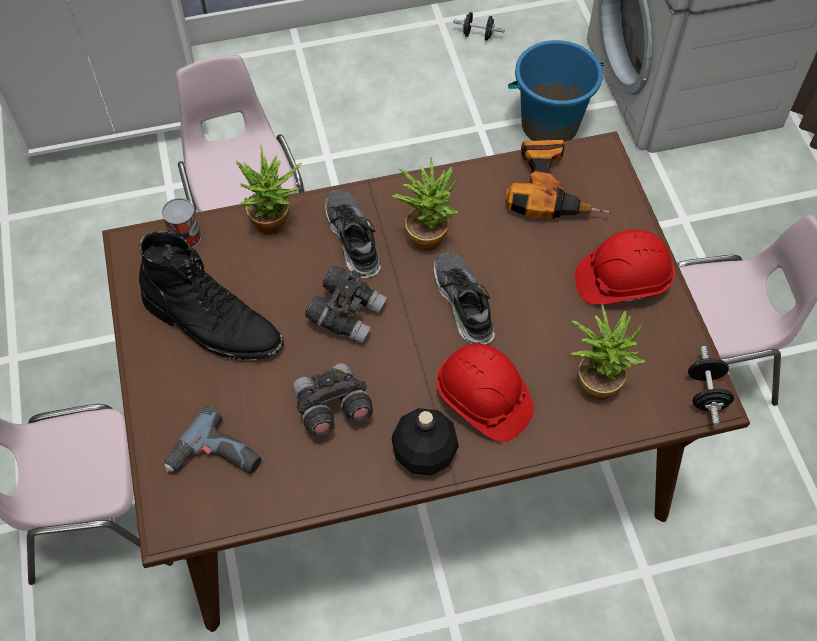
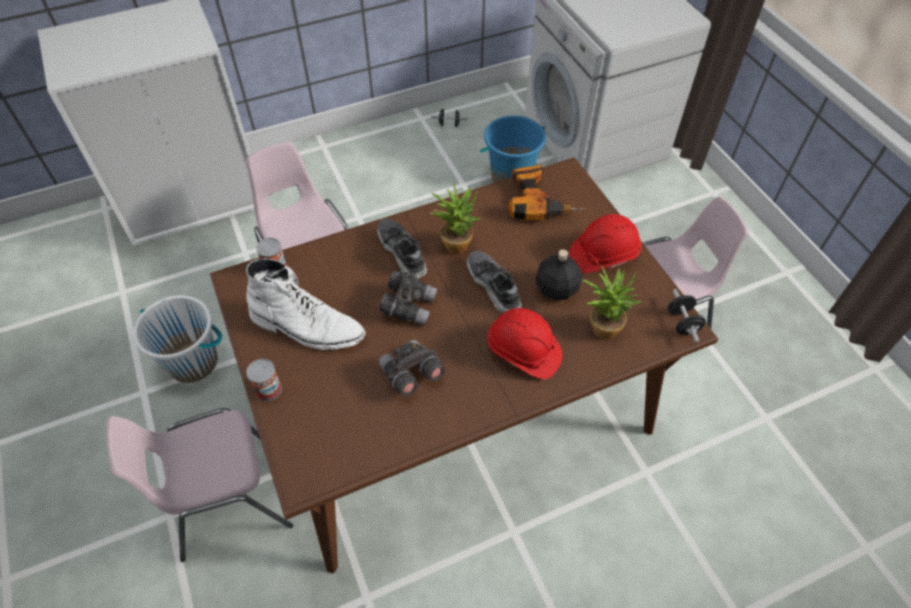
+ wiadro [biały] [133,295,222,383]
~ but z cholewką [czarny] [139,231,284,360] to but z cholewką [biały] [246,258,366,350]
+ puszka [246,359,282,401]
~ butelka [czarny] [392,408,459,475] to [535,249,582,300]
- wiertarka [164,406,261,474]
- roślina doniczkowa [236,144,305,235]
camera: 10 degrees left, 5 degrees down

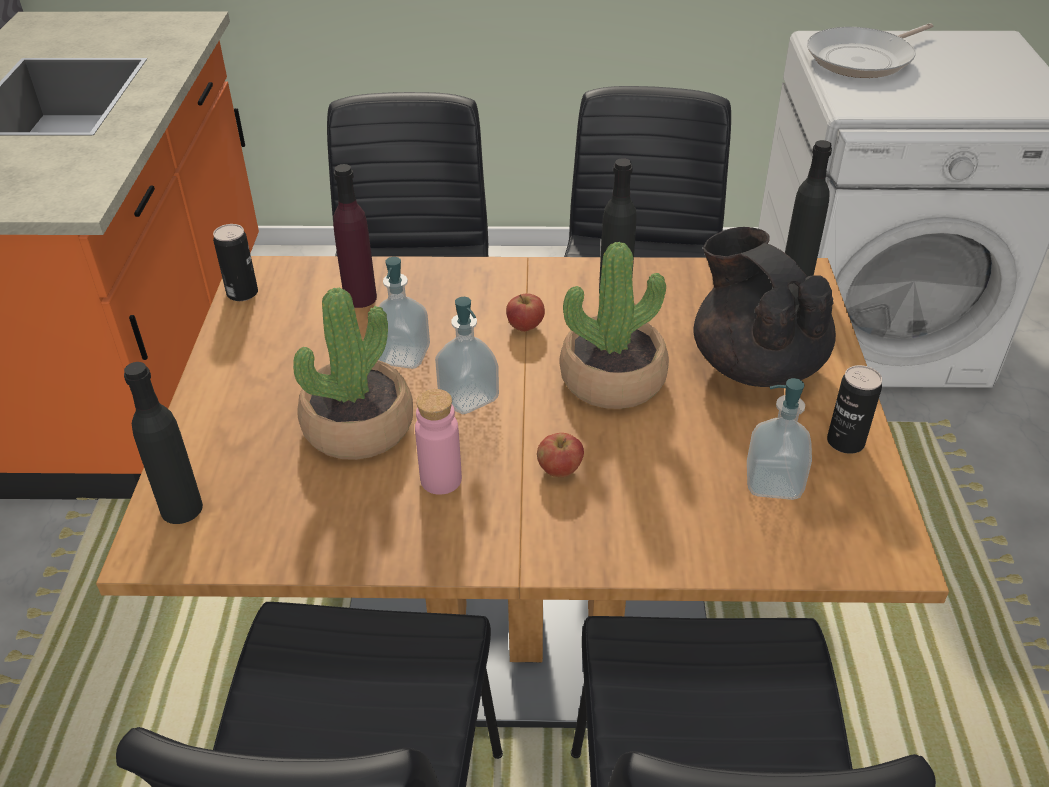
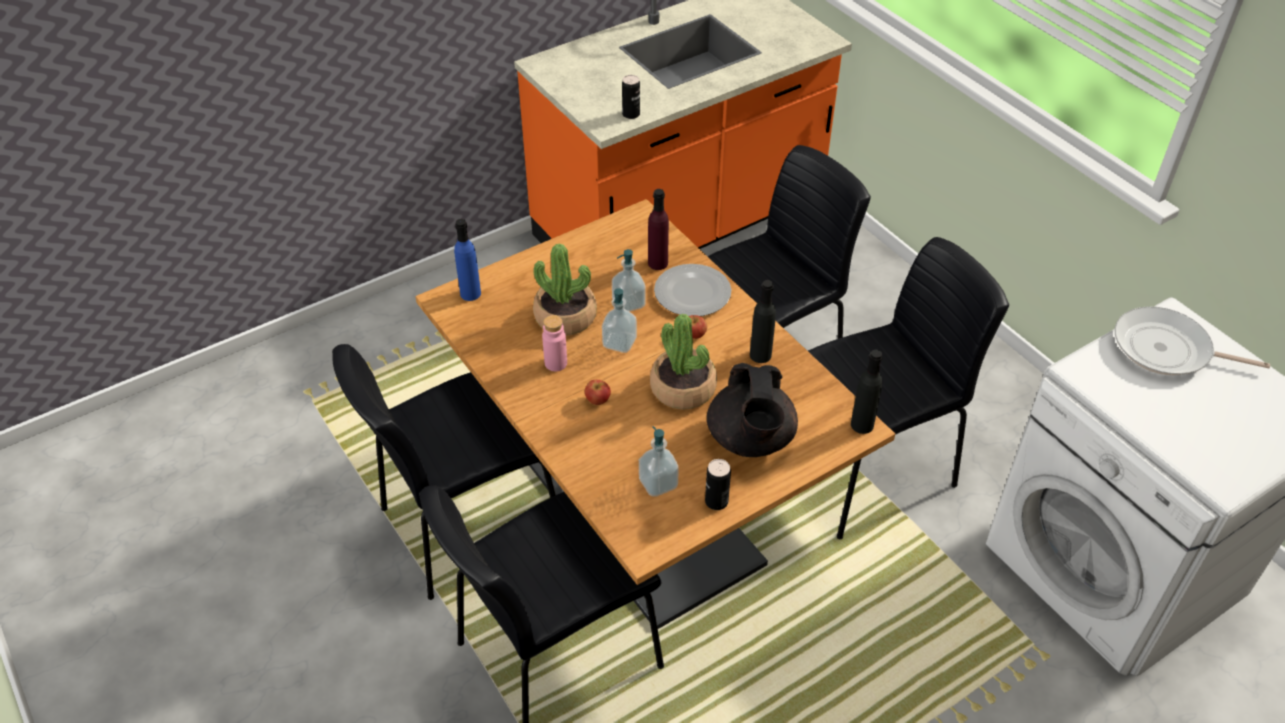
~ butelka [czarny] [124,362,203,524] to butelka [niebieski] [454,219,481,301]
~ puszka [213,224,258,301] to [622,75,640,119]
+ talerz [654,264,732,316]
~ imbryk [czarny] [693,227,836,387] = [707,363,798,457] 150 degrees clockwise
camera: 55 degrees right, 5 degrees up

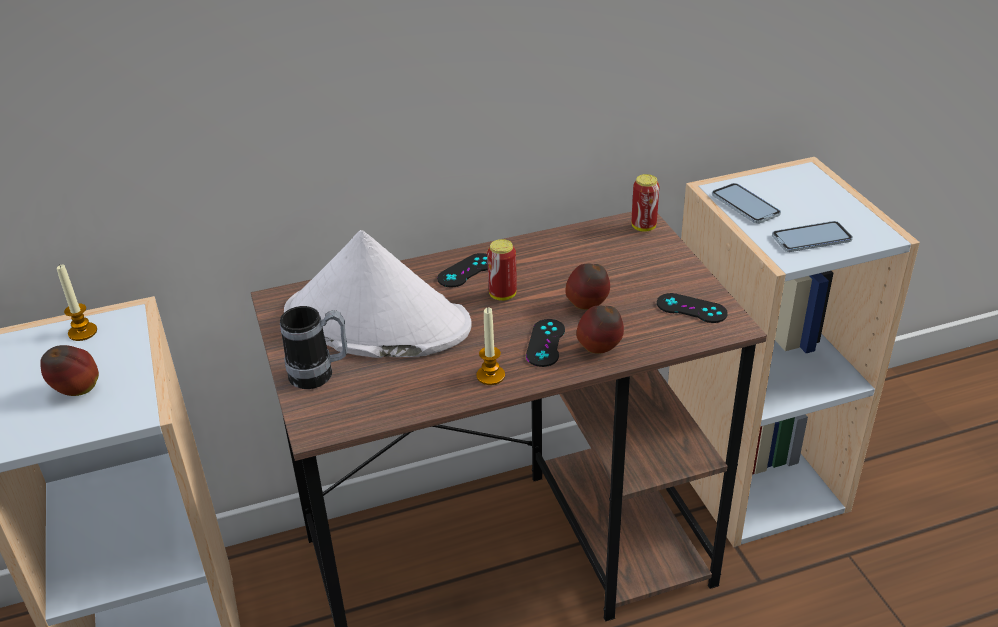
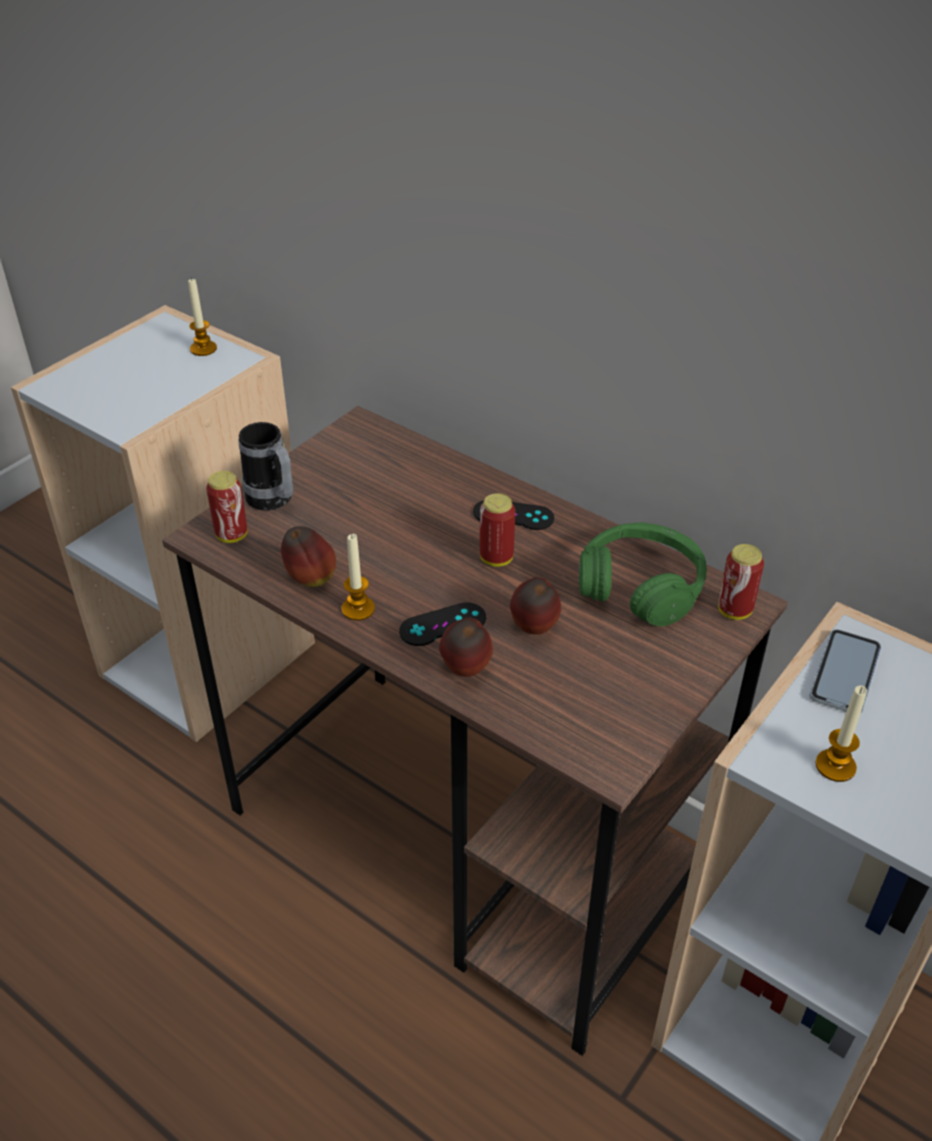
+ puszka [206,471,247,543]
~ jabłko [40,345,99,396] to [281,526,336,587]
+ słuchawki [zielony] [579,522,707,627]
~ telefon [772,221,853,252] to świeca [815,685,867,782]
- kapelusz [biały] [284,230,471,358]
- pad do gier [czarny] [657,293,728,323]
camera: 55 degrees right, 5 degrees up

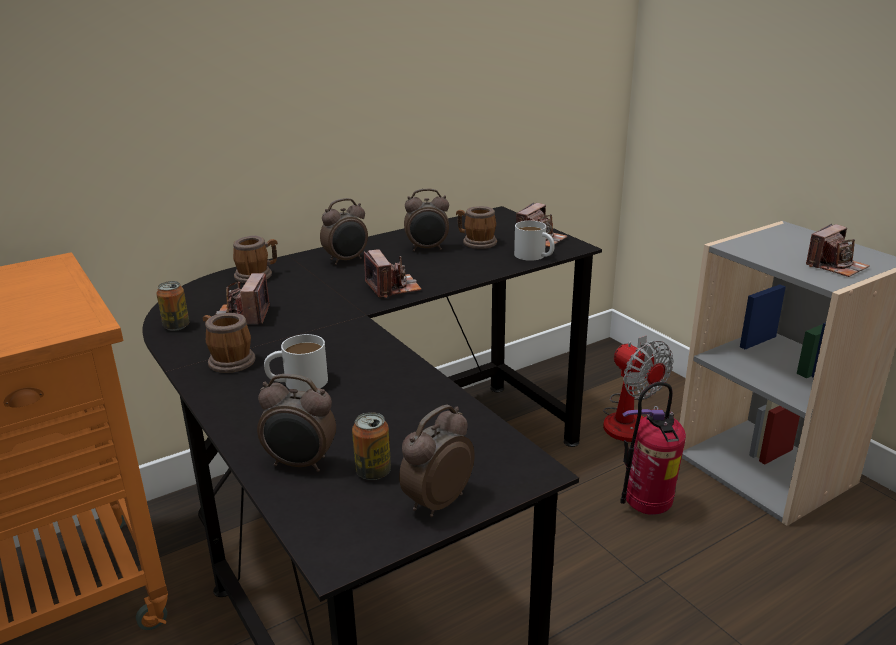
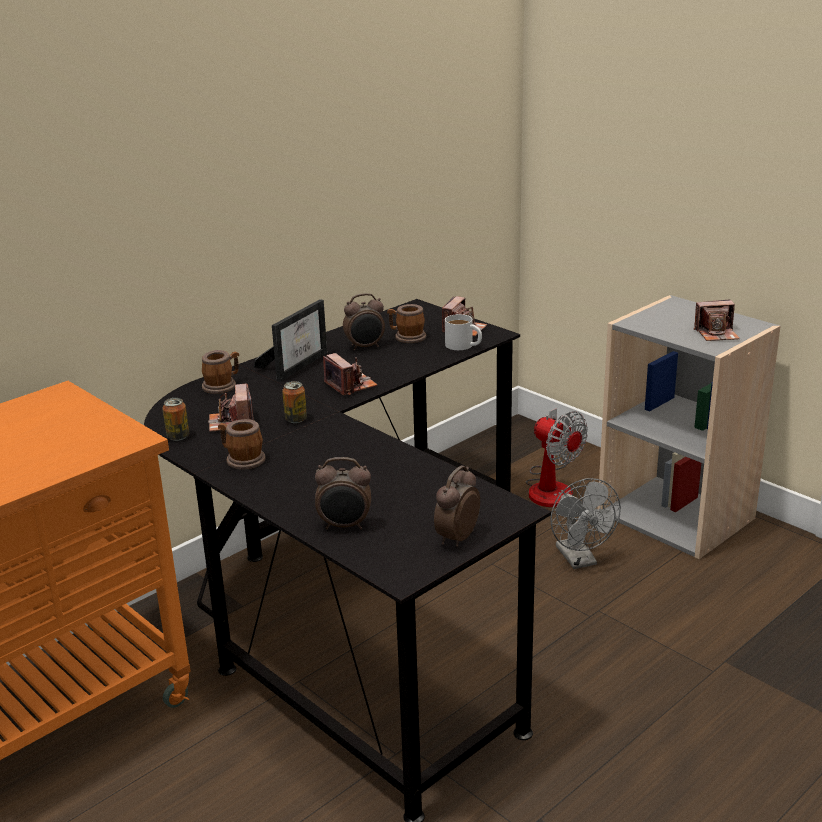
~ budzik [320,198,368,265] to ramka na zdjęcie [254,299,327,382]
~ puszka [352,412,391,480] to [282,381,307,423]
~ gaśnica [620,382,686,515] to wentylator [szary] [551,478,621,569]
~ aparat fotograficzny [806,224,869,277] = [694,300,740,341] 45 degrees clockwise
- kubek [biały] [264,334,328,392]
camera: 10 degrees left, 0 degrees up

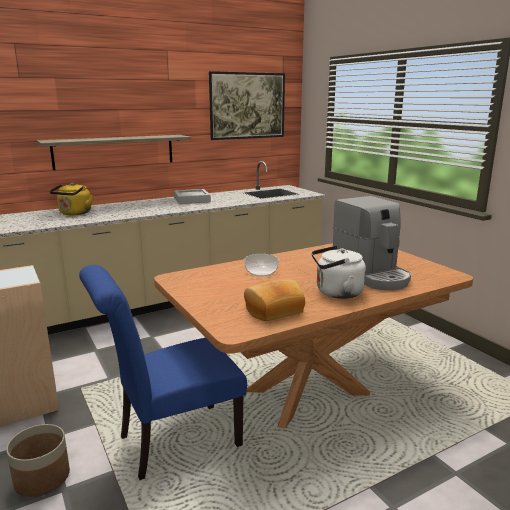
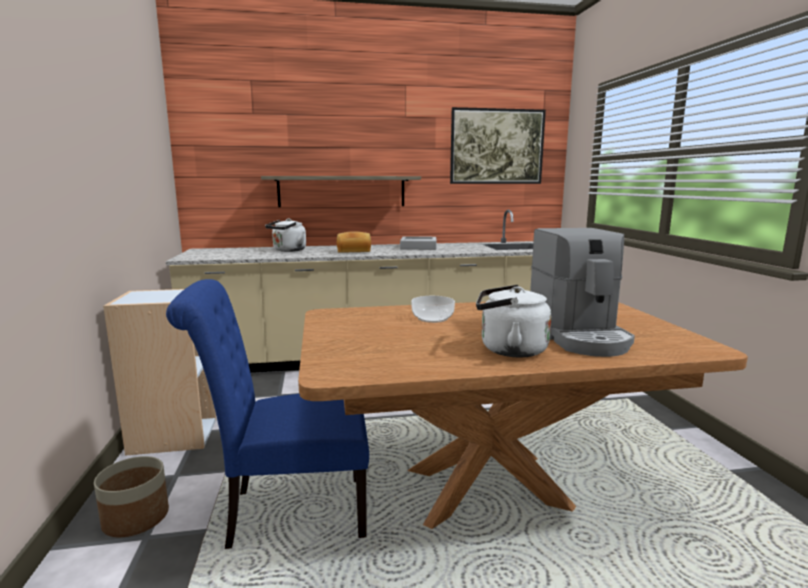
~ czajnik [żółty] [50,183,93,215] to czajnik [biały] [265,218,306,252]
~ chleb [244,279,305,321] to [337,231,371,253]
camera: 20 degrees right, 5 degrees down

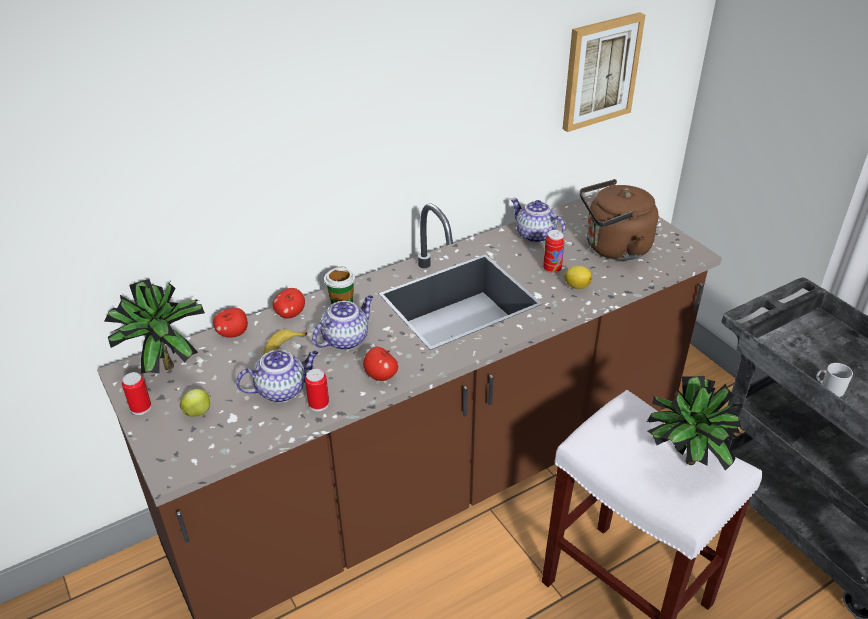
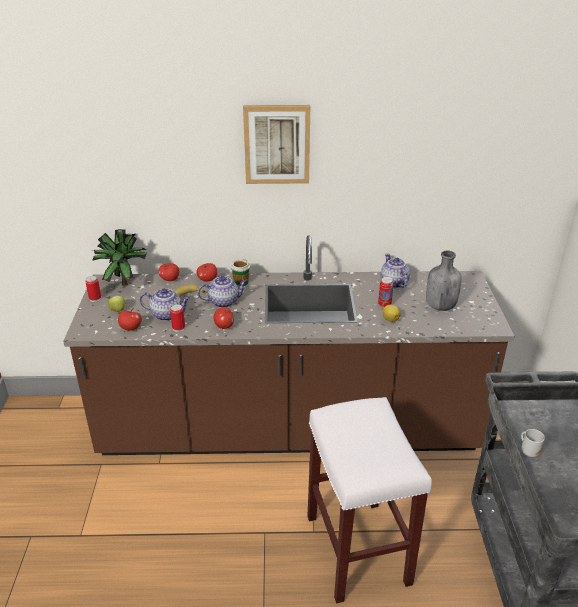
+ jabłko [118,308,142,330]
~ obraz [563,12,645,132] to [243,105,310,184]
~ czajnik [brązowy] [580,179,658,260] to butelka [szary] [426,250,462,311]
- roślina doniczkowa [647,376,741,471]
camera: 30 degrees right, 5 degrees down

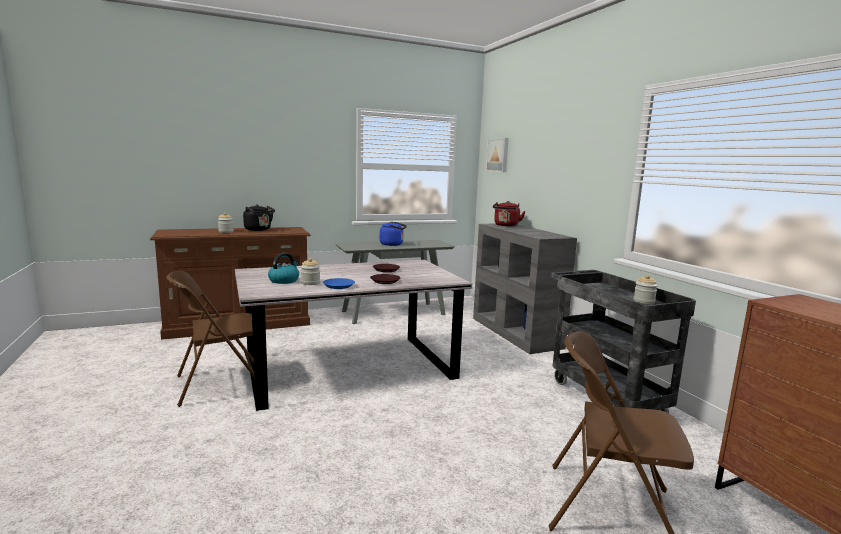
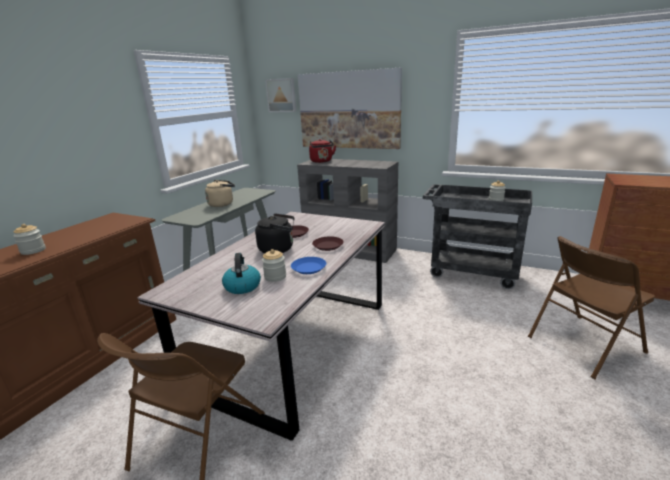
~ czajnik [niebieski] [380,221,407,246] to czajnik [beżowy] [205,180,235,207]
~ czajnik [czarny] [243,204,275,231] to [255,213,295,253]
+ obraz [298,68,402,149]
camera: 40 degrees left, 10 degrees up

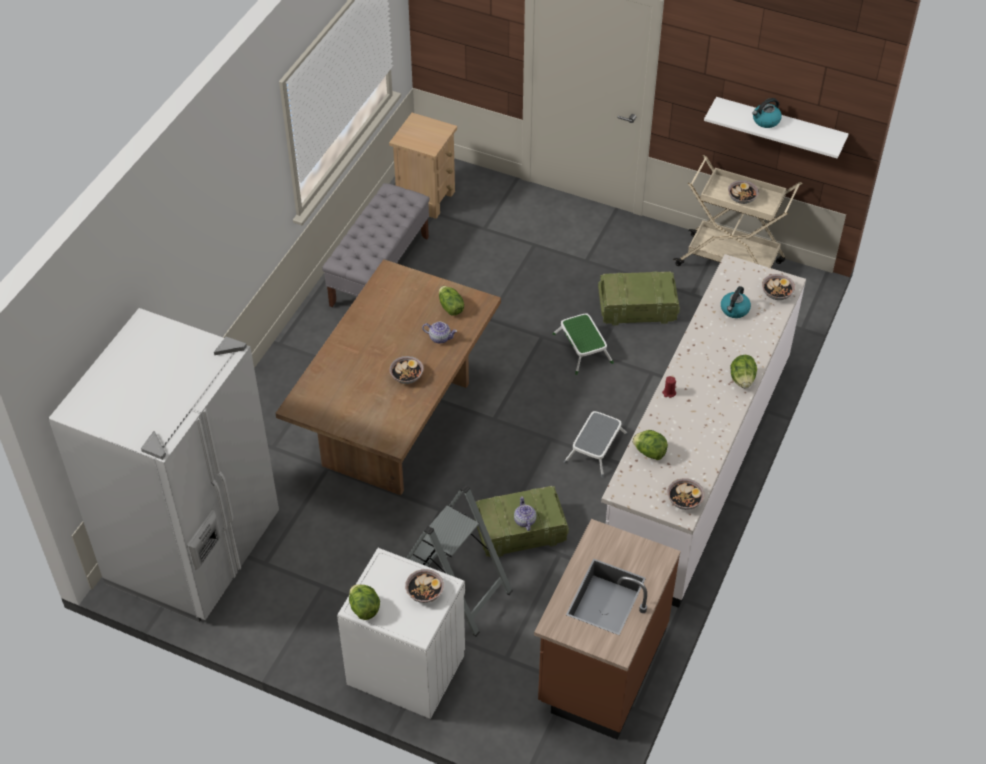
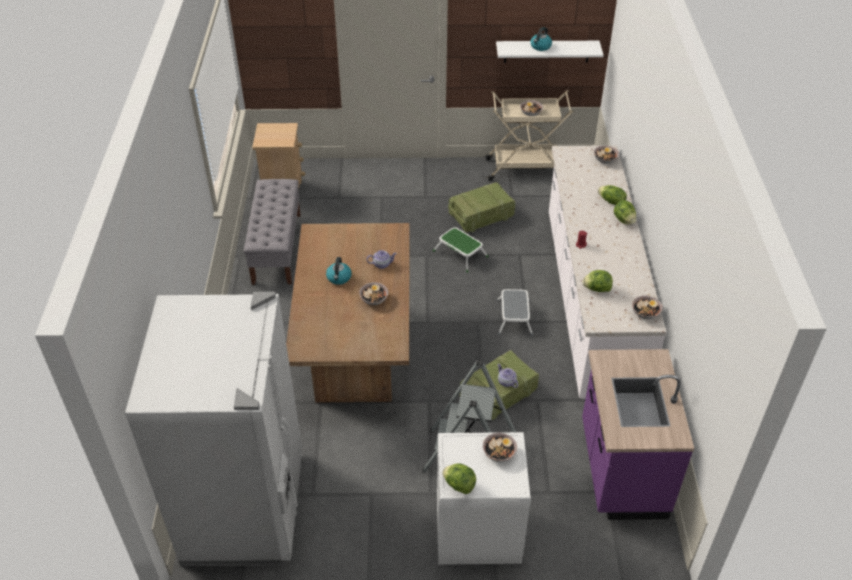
~ czajnik [721,286,751,318] to [326,257,352,285]
~ zabudowa kuchenna [brązowy] [534,519,681,740] to zabudowa kuchenna [fioletowy] [582,349,694,520]
~ sałata [439,286,464,316] to [598,185,627,205]
camera: 25 degrees left, 5 degrees down

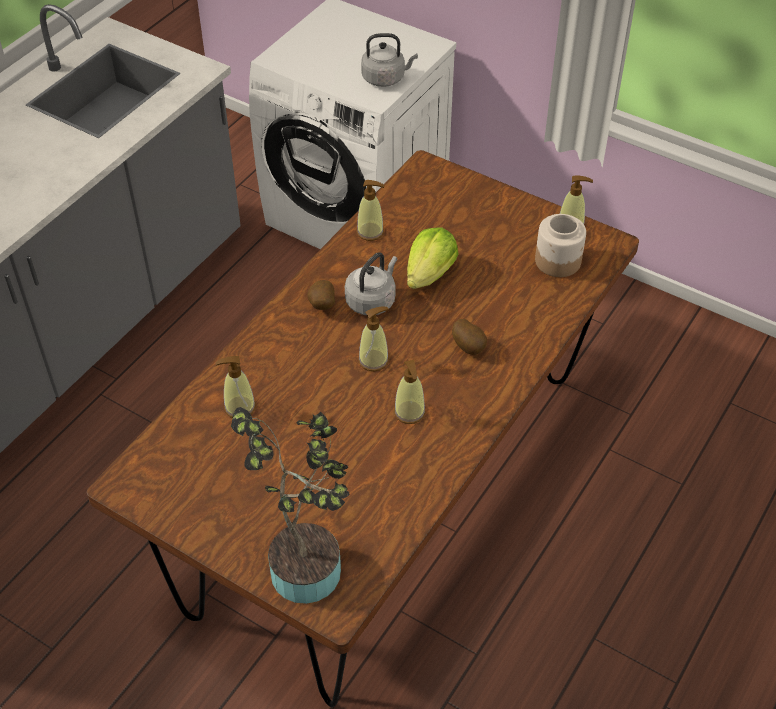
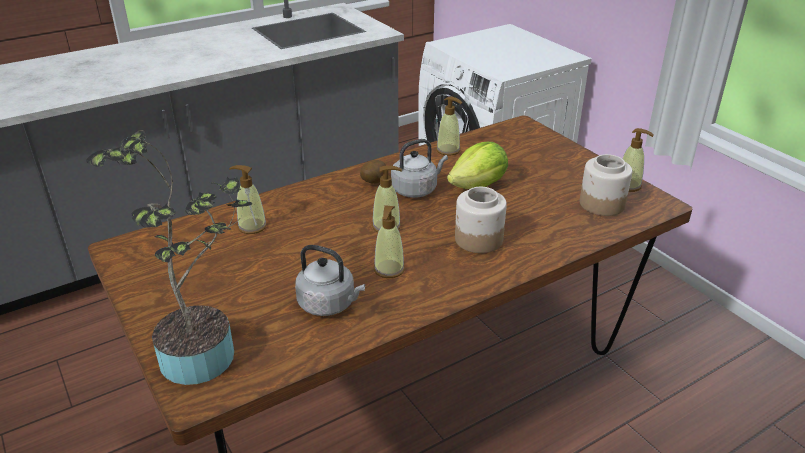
~ czajnik [szary] [361,33,418,87] to [295,245,365,316]
~ ziemniak [452,319,487,355] to słoik [455,187,507,253]
camera: 25 degrees right, 15 degrees down

